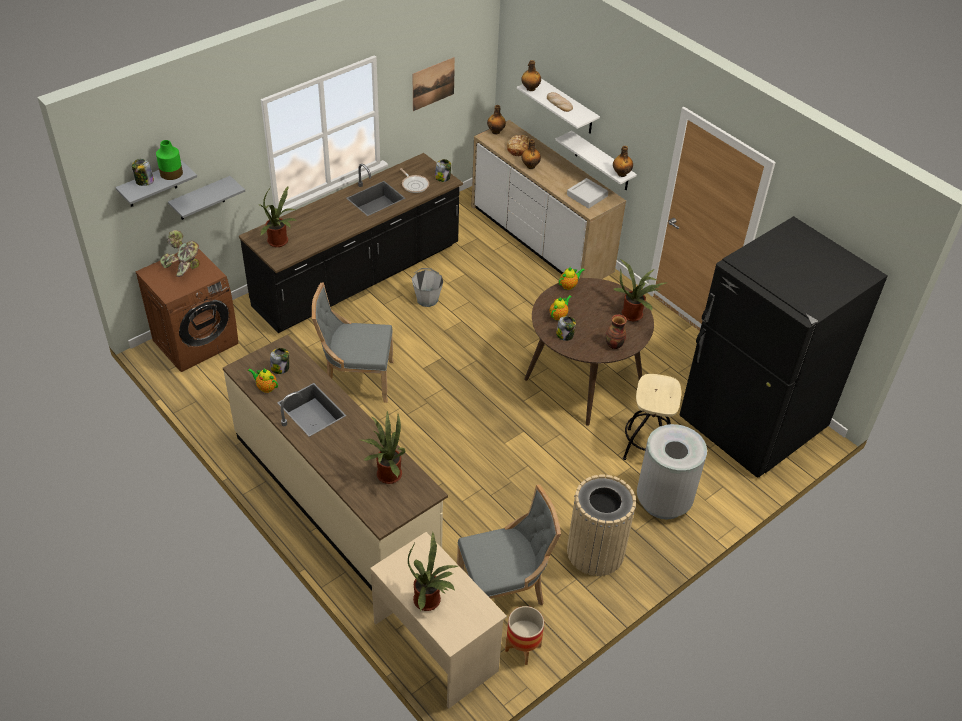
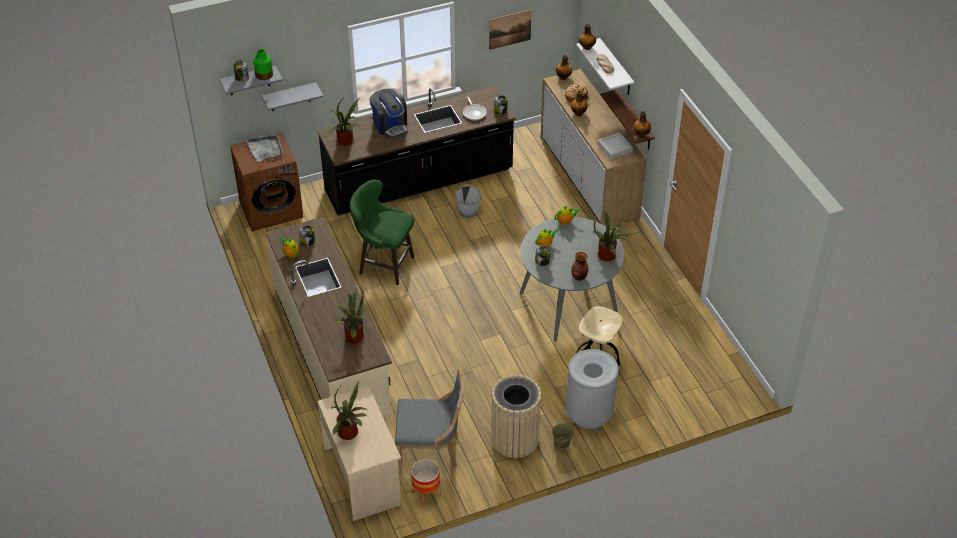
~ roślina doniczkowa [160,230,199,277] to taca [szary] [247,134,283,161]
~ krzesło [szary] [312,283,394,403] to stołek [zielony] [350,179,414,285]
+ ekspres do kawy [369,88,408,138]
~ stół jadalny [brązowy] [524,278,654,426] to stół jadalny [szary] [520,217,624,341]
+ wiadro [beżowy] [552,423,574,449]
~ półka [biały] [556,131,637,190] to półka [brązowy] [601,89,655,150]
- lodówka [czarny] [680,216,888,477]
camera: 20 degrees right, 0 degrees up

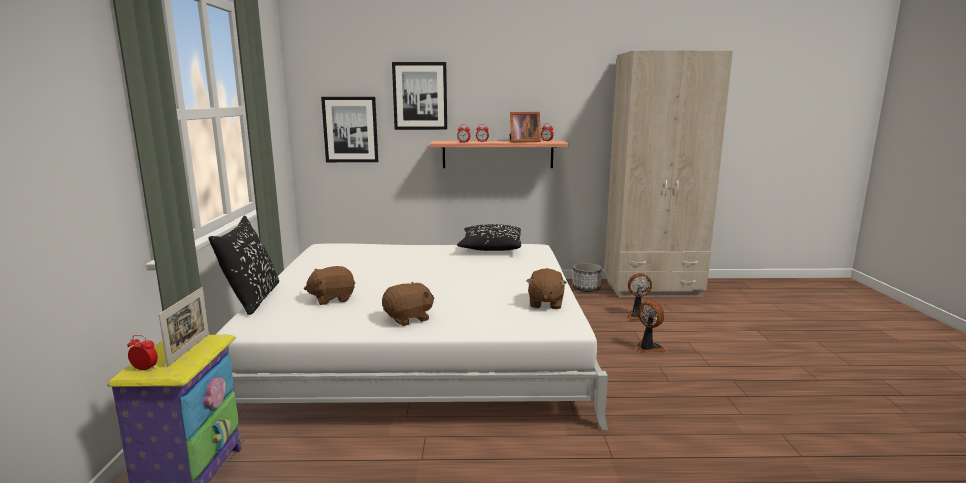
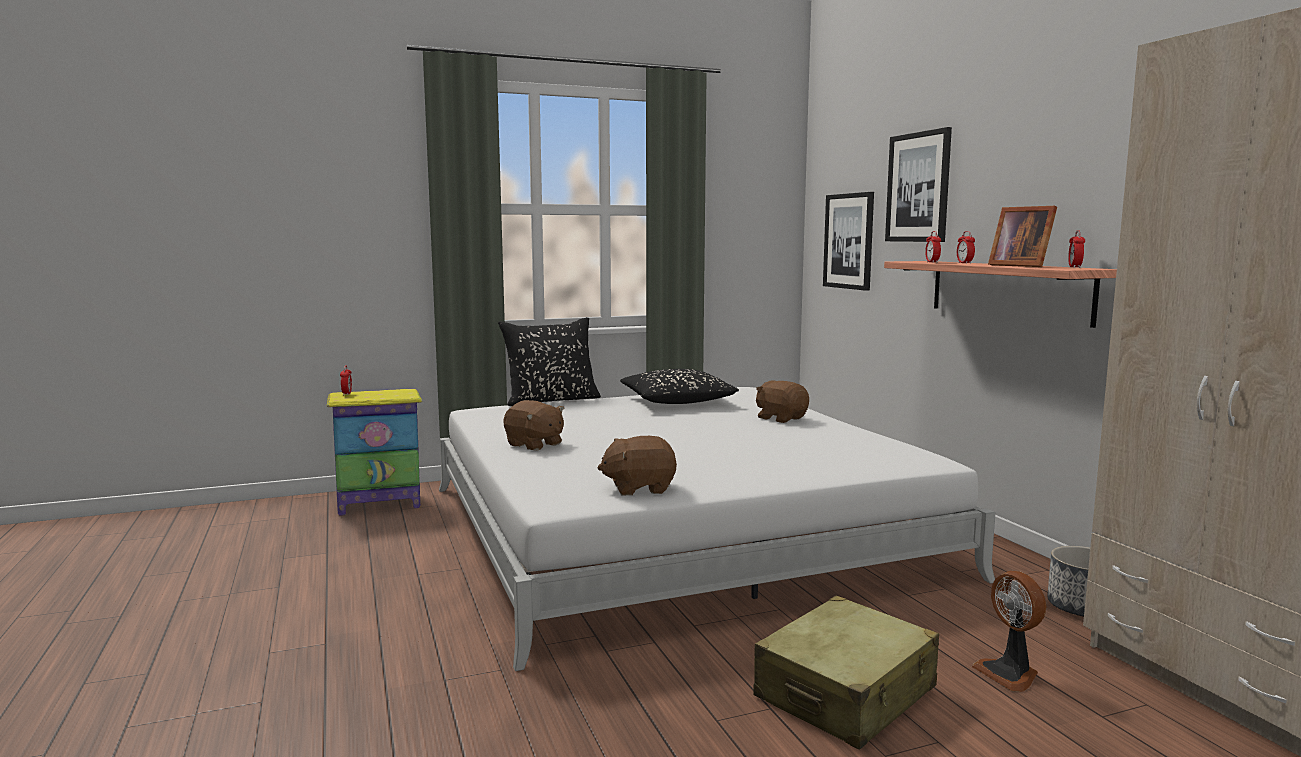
~ poduszka [czarny] [457,224,521,251] to [620,369,739,404]
~ wentylator [637,300,667,353] to walizka [beżowy] [753,596,939,750]
~ pluszak [brązowy] [304,266,355,305] to [756,380,809,423]
- ramka na zdjęcie [158,287,209,367]
camera: 70 degrees right, 5 degrees down

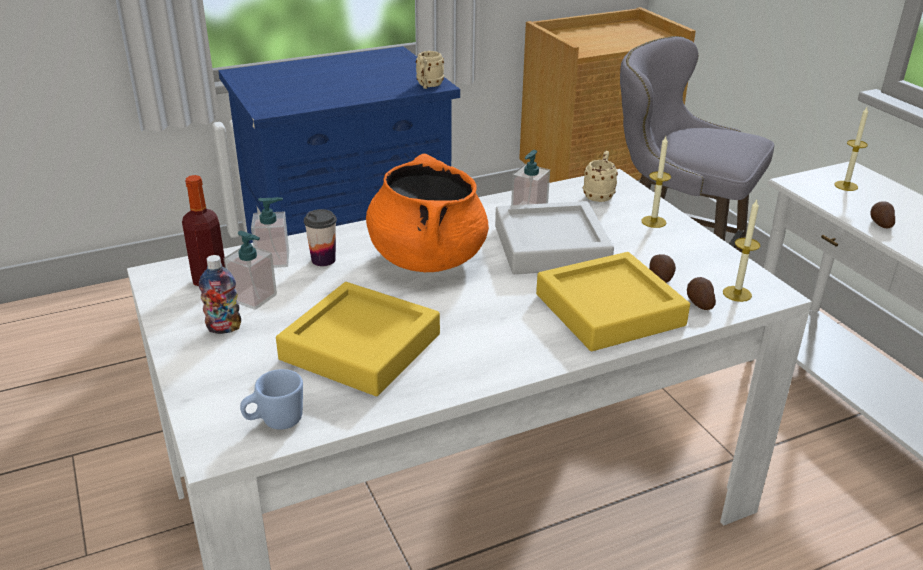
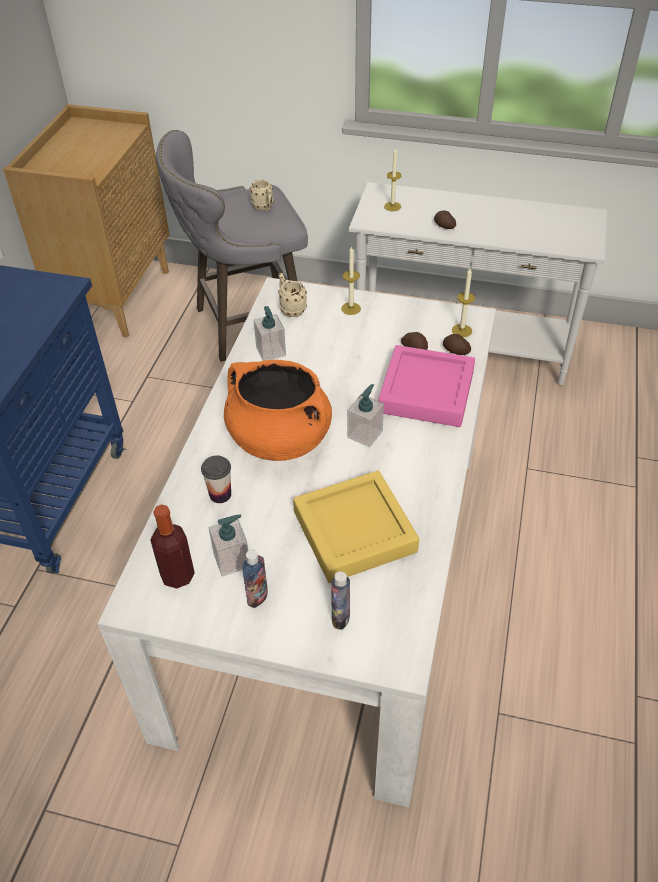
~ kubek [beżowy] [416,51,444,89] to [250,180,273,211]
+ butelka [331,571,350,630]
~ dozownik mydła [251,197,289,268] to [347,384,384,447]
~ taca [żółty] [536,252,690,351] to taca [różowy] [378,345,475,427]
- kubek [niebieski] [240,369,303,430]
- taca [szary] [495,201,614,274]
camera: 50 degrees left, 15 degrees up

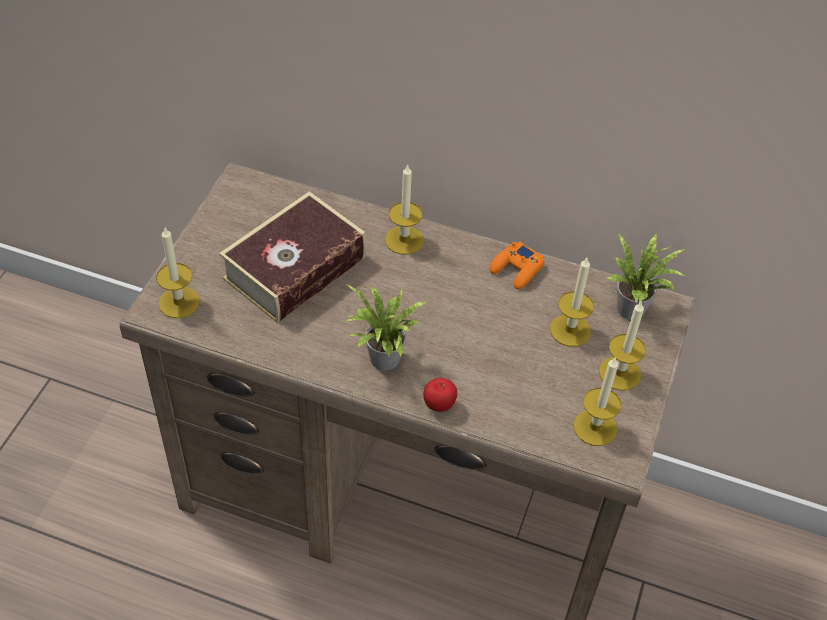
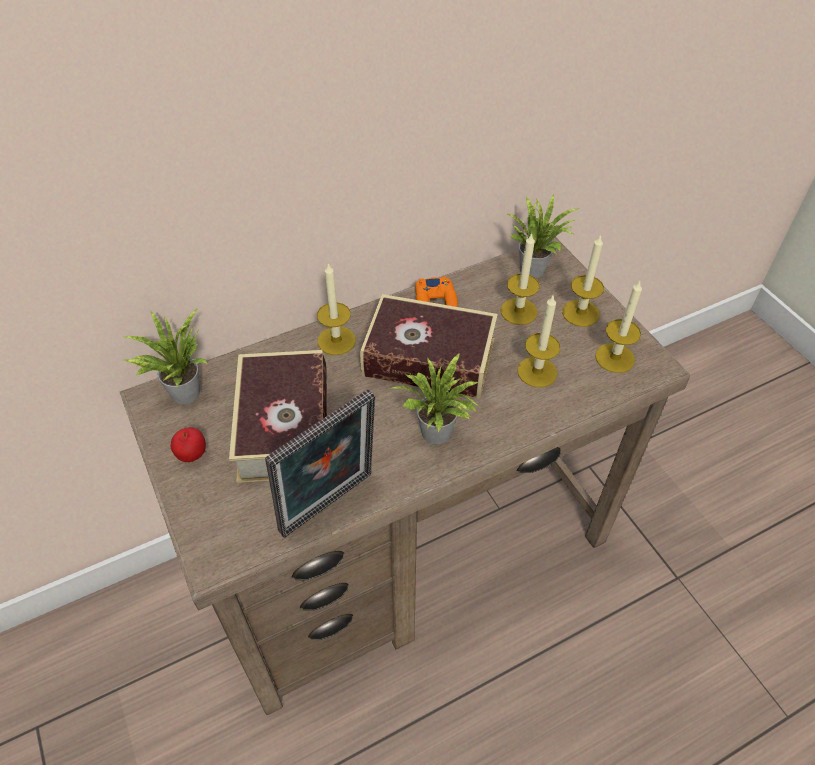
+ roślina doniczkowa [122,308,208,404]
~ jabłko [423,378,457,412] to [171,427,206,462]
+ ramka na zdjęcie [265,389,375,538]
+ książka [360,294,498,399]
~ świeca [156,228,200,318] to [517,294,560,387]
camera: 45 degrees left, 0 degrees up

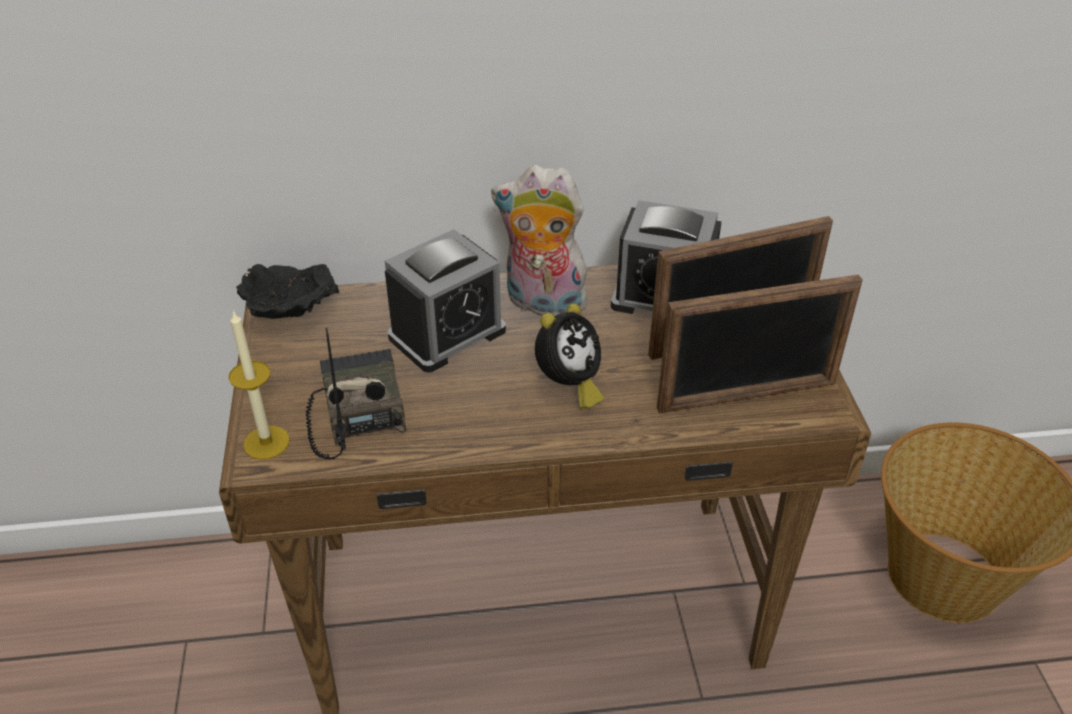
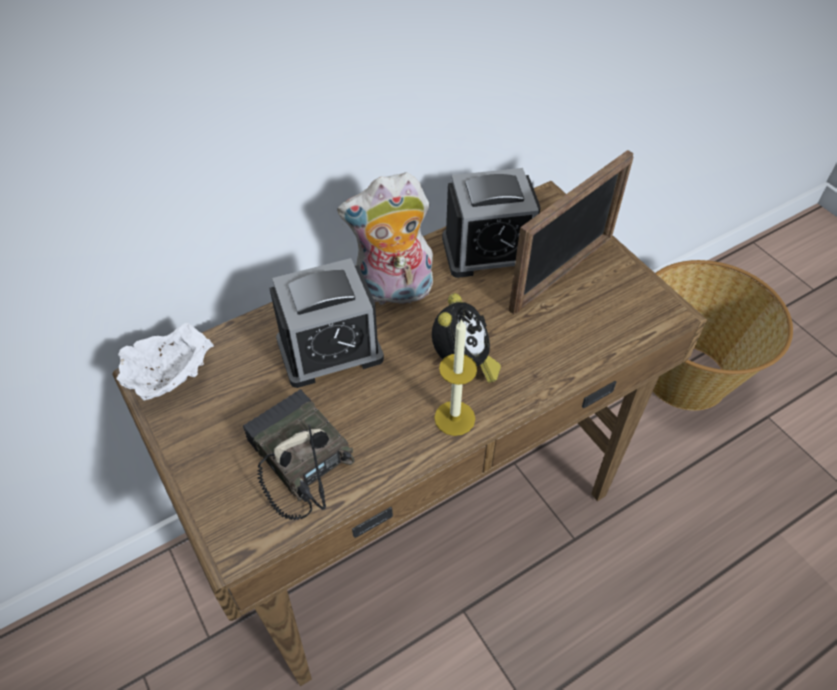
~ miska [czarny] [236,264,339,319] to miska [biały] [117,323,214,401]
~ budzik [385,229,506,373] = [269,258,384,388] 45 degrees clockwise
~ świeca [228,310,290,460] to [434,319,477,436]
- ramka na zdjęcie [657,274,863,413]
camera: 25 degrees left, 10 degrees up

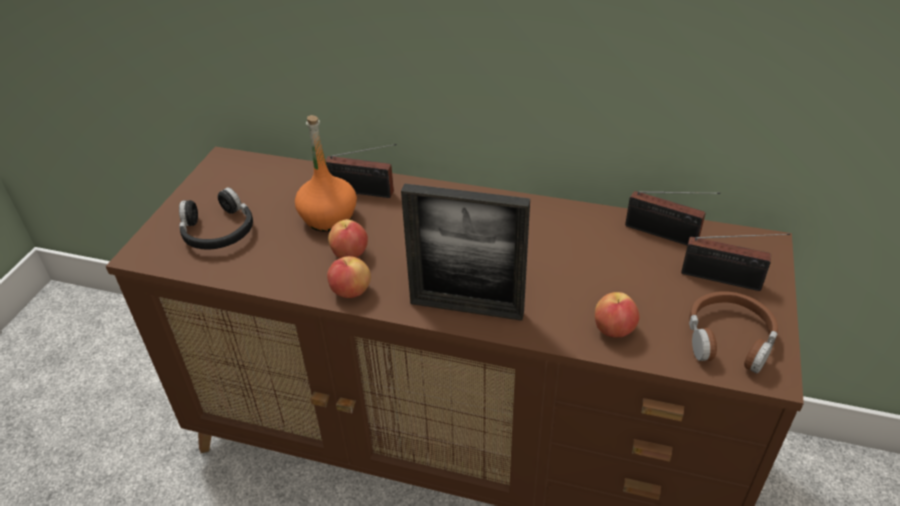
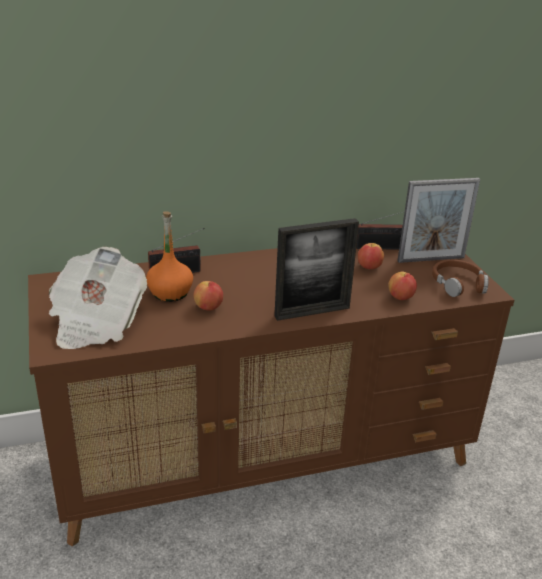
~ słuchawki [czarny] [179,187,253,250] to gazeta [48,247,147,349]
~ jabłko [327,256,371,298] to [358,243,384,269]
~ radio [681,233,790,291] to ramka na zdjęcie [397,178,480,263]
camera: 35 degrees left, 10 degrees down

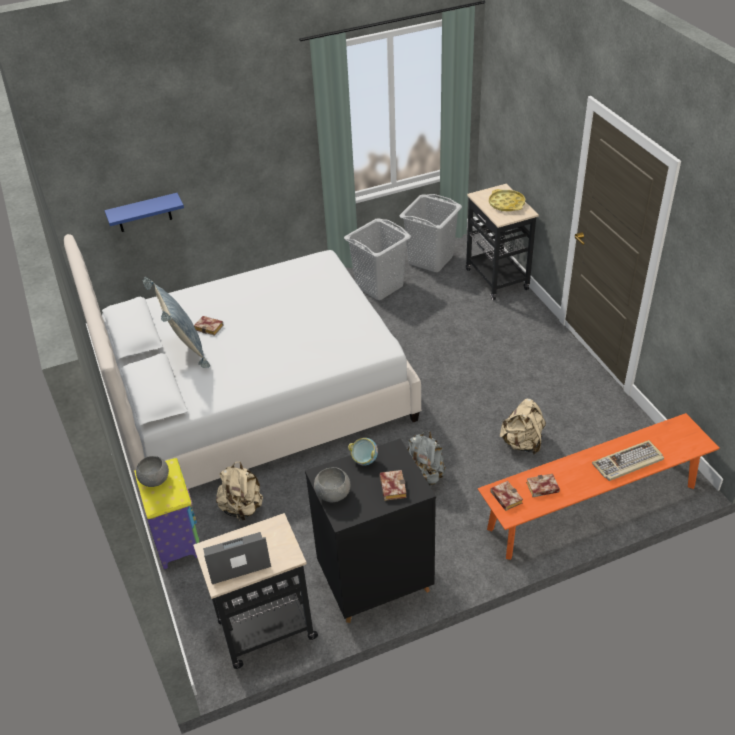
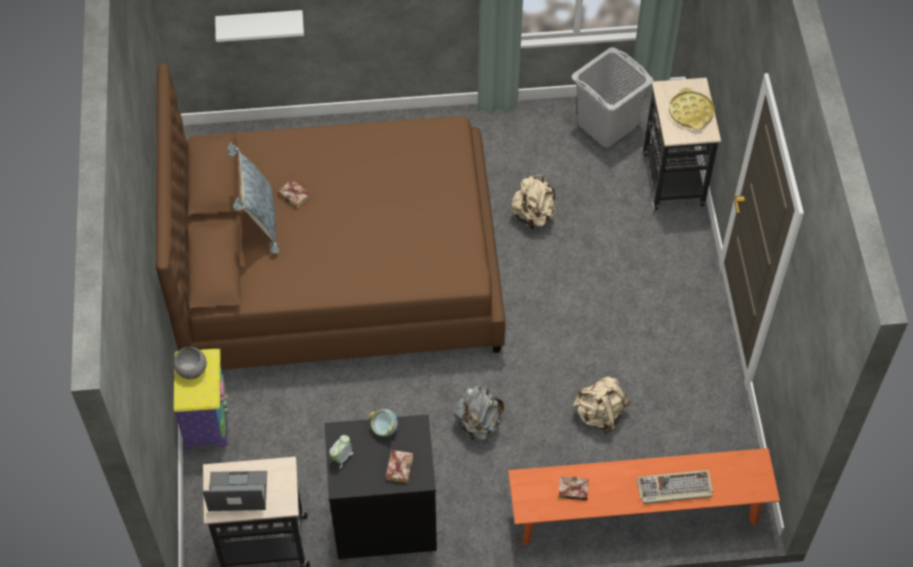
~ łóżko [biały] [64,234,422,489] to łóżko [brązowy] [156,63,505,370]
~ półka [niebieski] [105,193,184,232] to półka [biały] [215,10,304,42]
~ miska [szary] [314,467,350,502] to budzik [329,435,353,469]
~ plecak [beżowy] [216,462,263,521] to [511,174,556,229]
- kosz na pranie [szary] [344,218,411,300]
- książka [491,481,523,511]
camera: 15 degrees right, 15 degrees up

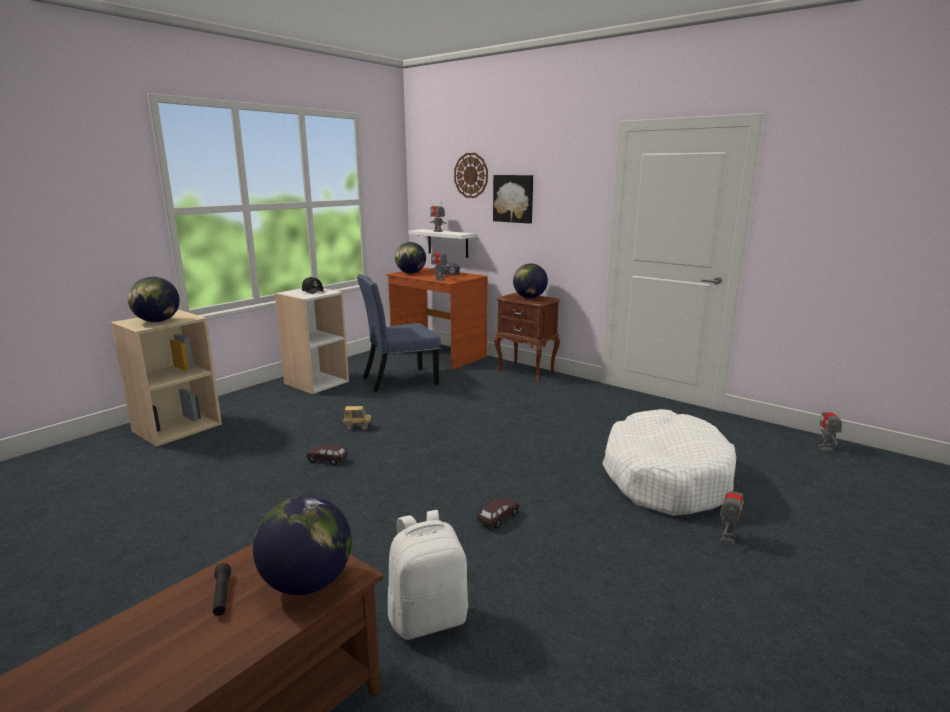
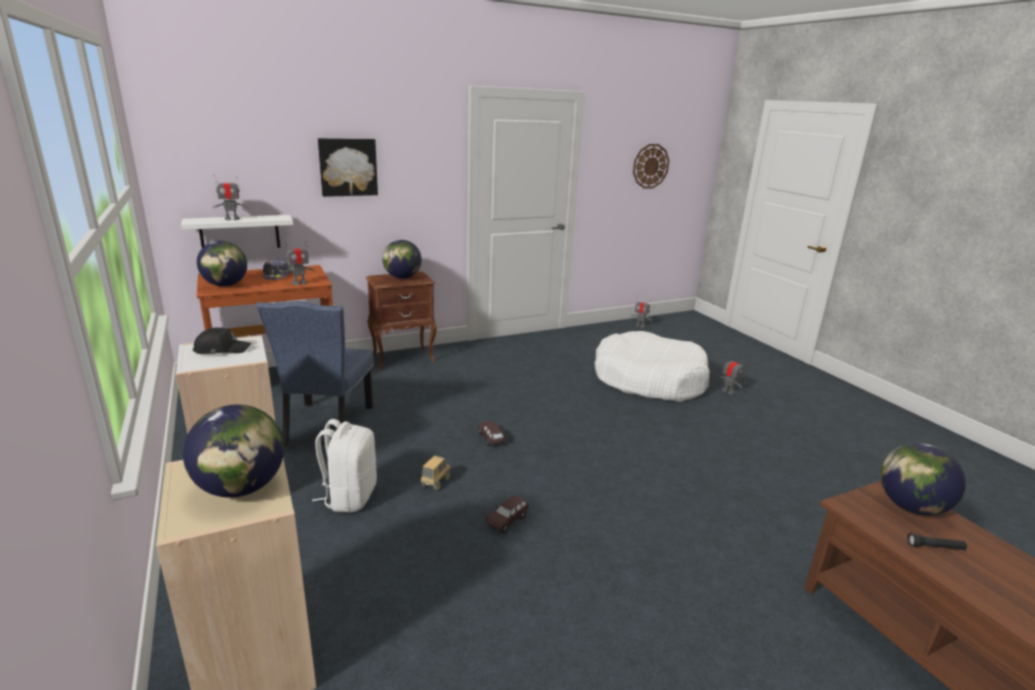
~ plecak [biały] [388,510,468,640] to [312,419,377,513]
~ samochodzik [brązowy] [477,497,519,529] to [478,421,505,446]
~ zegar ścienny [454,153,488,198] to [633,144,669,189]
camera: 65 degrees left, 5 degrees up

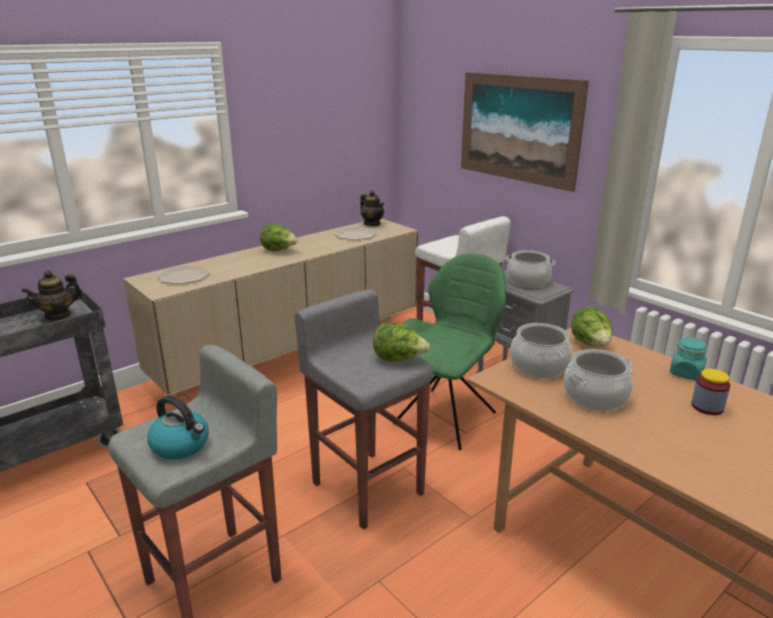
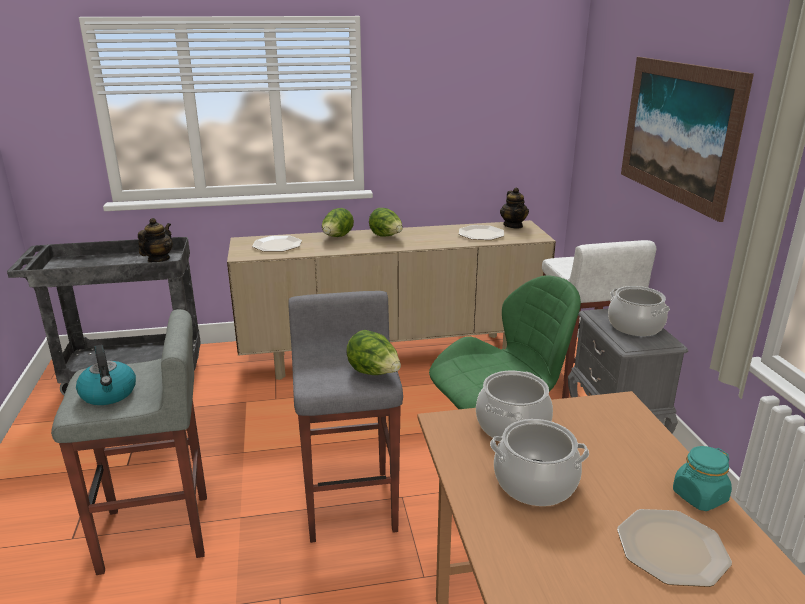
~ imbryk [21,270,83,321] = [138,218,172,262] 120 degrees clockwise
~ sałata [571,306,613,346] to [322,208,354,237]
~ słoik [691,369,730,415] to talerz [617,509,732,587]
camera: 30 degrees right, 0 degrees up

